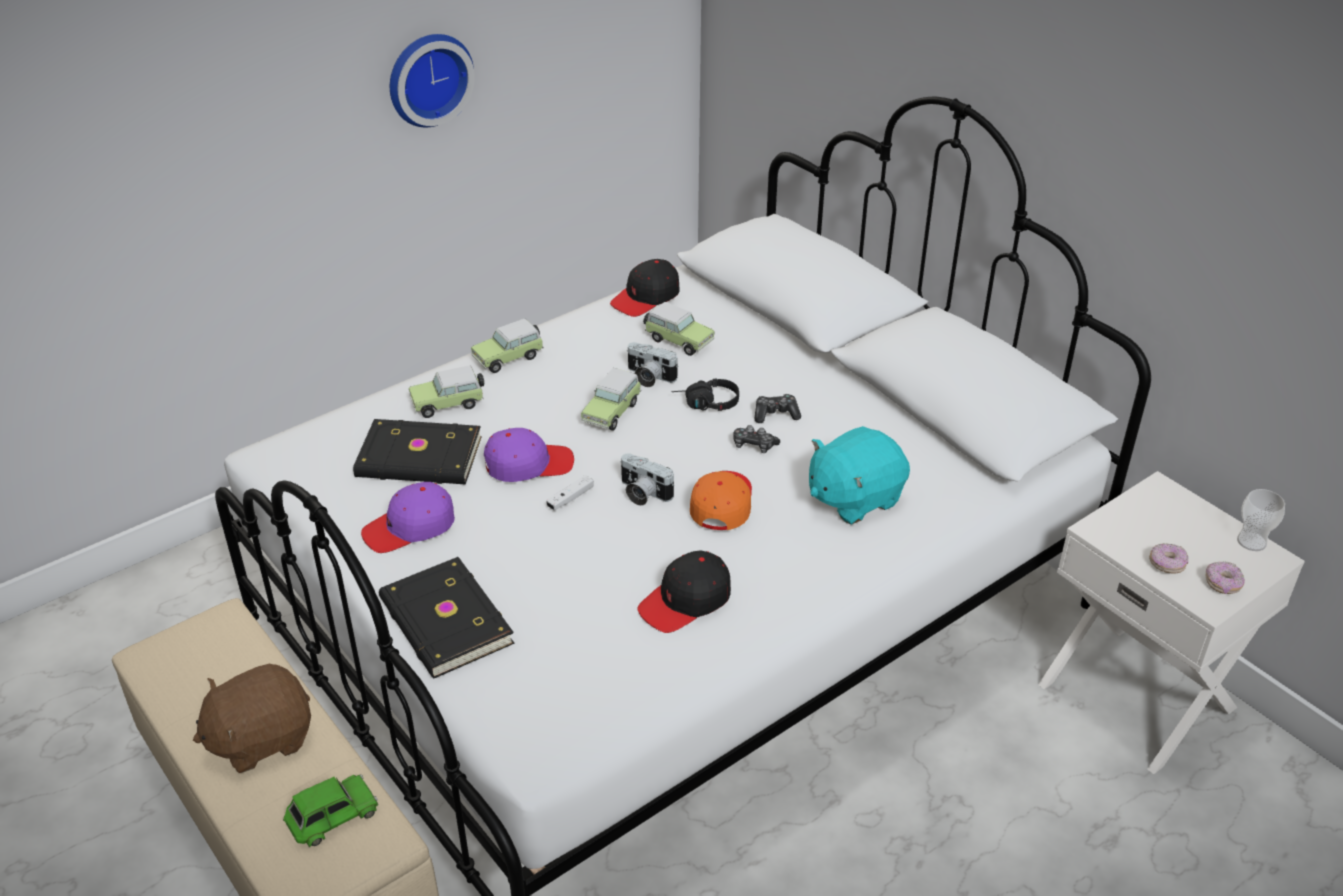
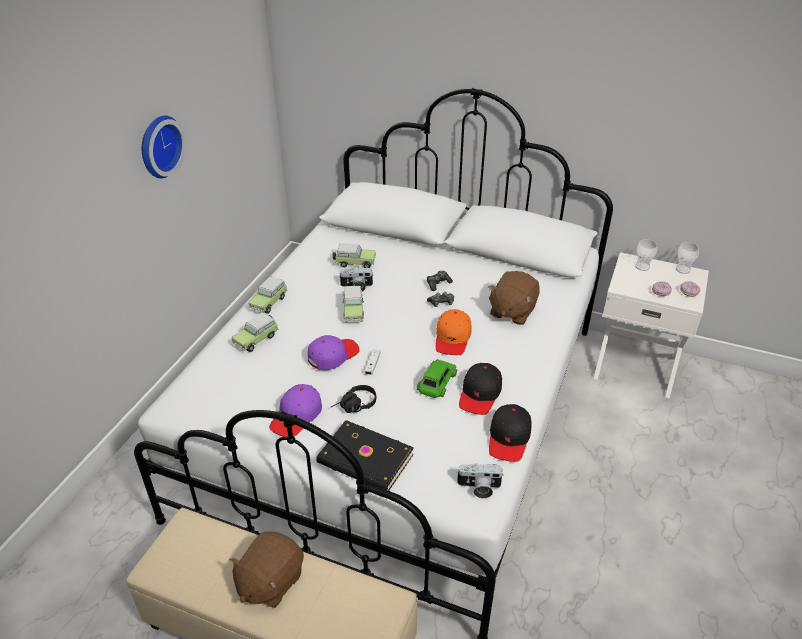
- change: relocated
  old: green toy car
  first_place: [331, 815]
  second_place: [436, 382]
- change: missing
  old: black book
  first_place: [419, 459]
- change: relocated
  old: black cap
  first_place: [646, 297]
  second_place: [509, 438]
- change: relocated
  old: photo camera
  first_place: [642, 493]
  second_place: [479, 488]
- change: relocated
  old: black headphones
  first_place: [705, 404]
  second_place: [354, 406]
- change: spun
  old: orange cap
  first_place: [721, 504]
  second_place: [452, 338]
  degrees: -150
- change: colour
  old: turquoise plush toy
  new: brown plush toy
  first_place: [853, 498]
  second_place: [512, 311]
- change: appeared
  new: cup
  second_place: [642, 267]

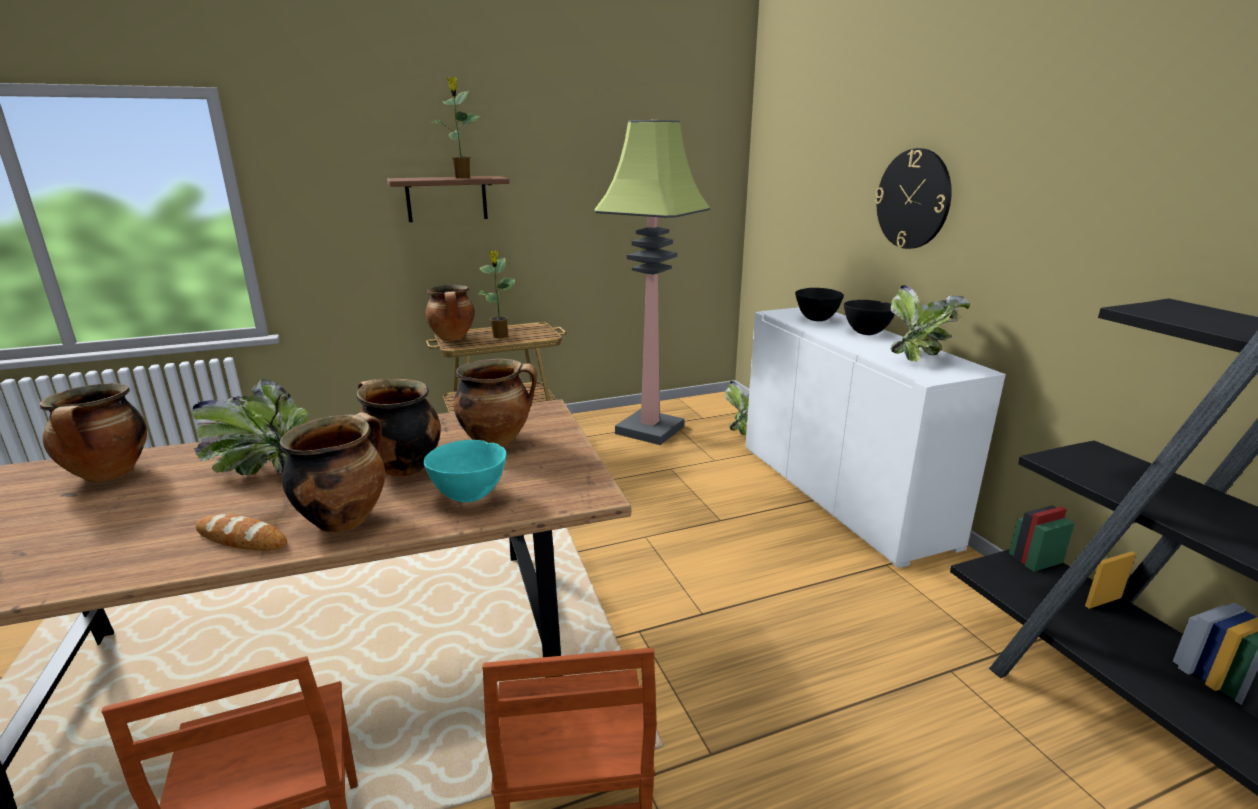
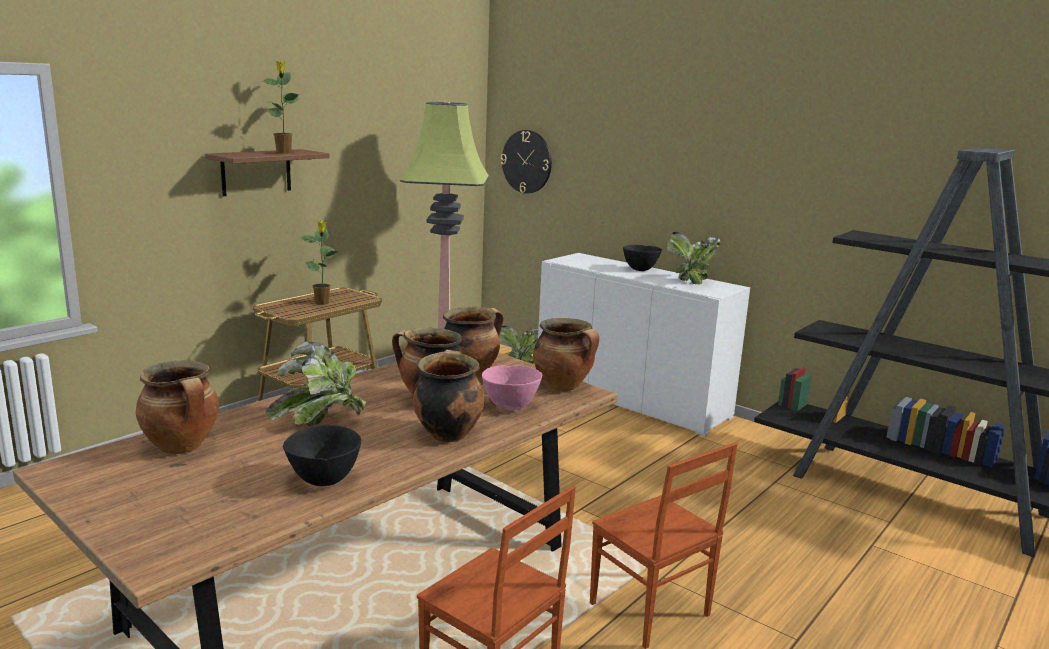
- change: missing
  old: bread
  first_place: [241, 538]
- change: colour
  old: turquoise bowl
  new: pink bowl
  first_place: [469, 496]
  second_place: [509, 407]
- change: relocated
  old: cooking pot
  first_place: [453, 338]
  second_place: [563, 387]
- change: relocated
  old: black bowl
  first_place: [817, 320]
  second_place: [325, 481]
- change: relocated
  old: wall clock
  first_place: [913, 199]
  second_place: [527, 161]

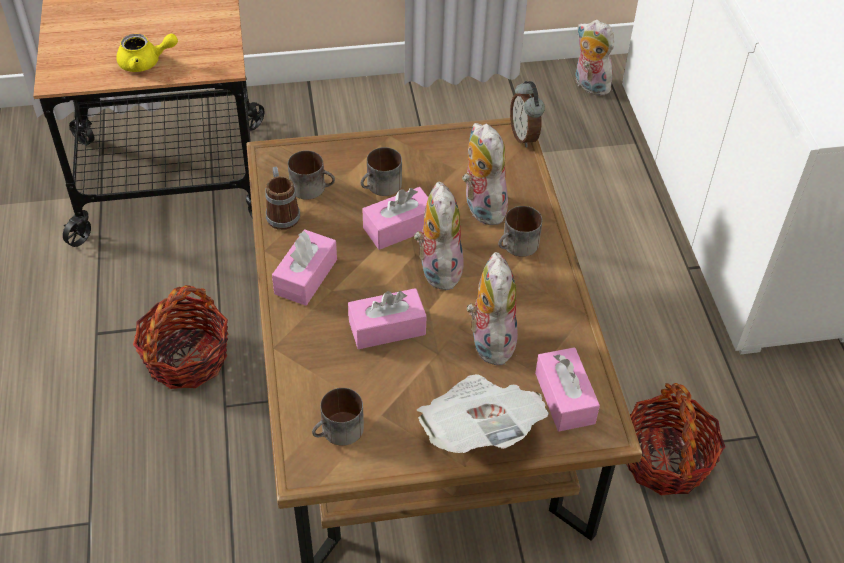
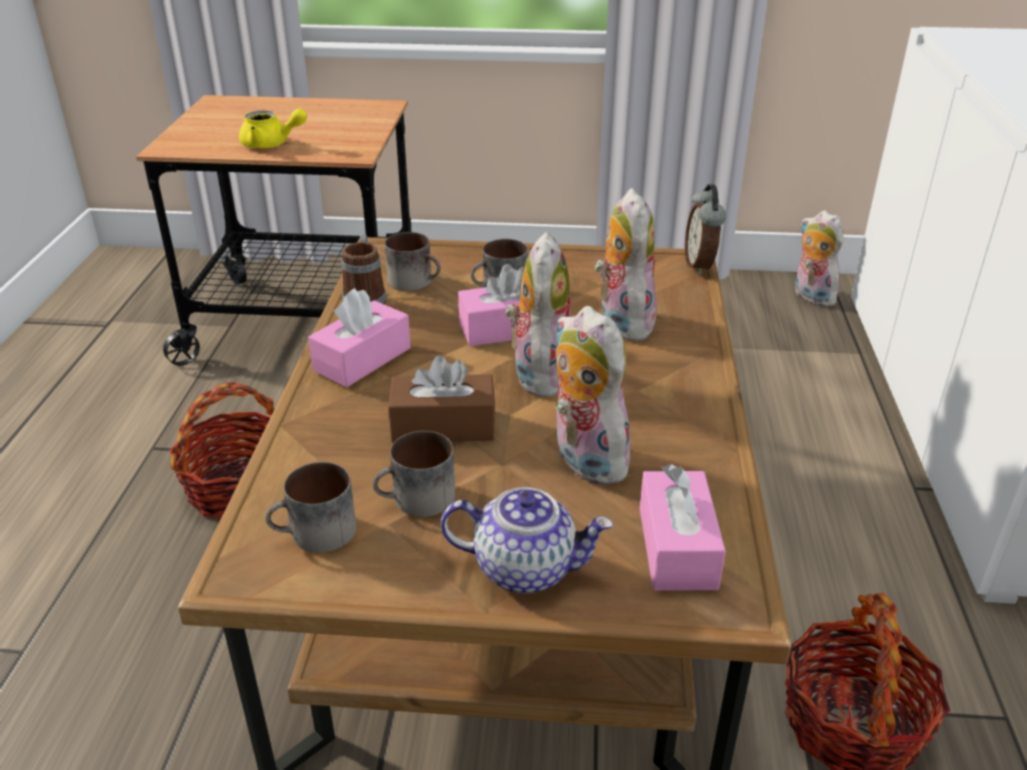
- change: colour
  old: pink tissue box
  new: brown tissue box
  first_place: [387, 328]
  second_place: [443, 426]
- change: exchanged
  old: newspaper
  new: teapot
  first_place: [478, 430]
  second_place: [526, 568]
- change: spun
  old: plush toy
  first_place: [489, 340]
  second_place: [583, 460]
  degrees: -45
- change: relocated
  old: mug
  first_place: [517, 246]
  second_place: [417, 501]

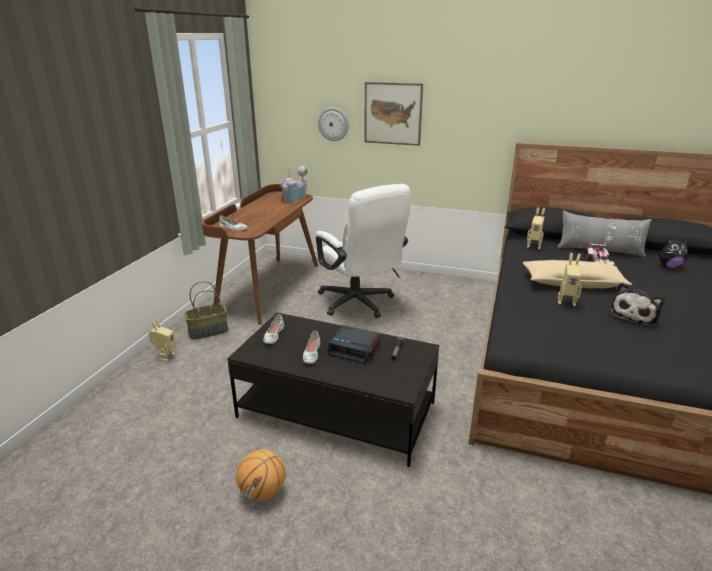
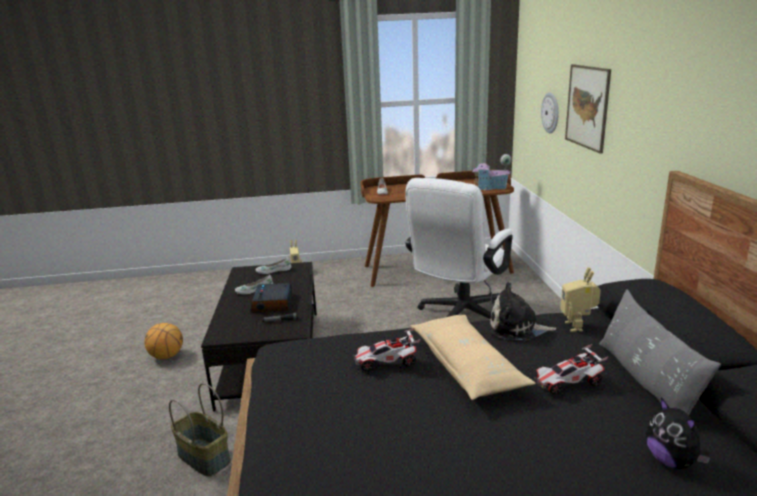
- change: relocated
  old: basket
  first_place: [208, 332]
  second_place: [203, 457]
- change: exchanged
  old: toy robot
  new: toy car
  first_place: [566, 301]
  second_place: [387, 362]
- change: relocated
  old: plush toy
  first_place: [634, 315]
  second_place: [517, 328]

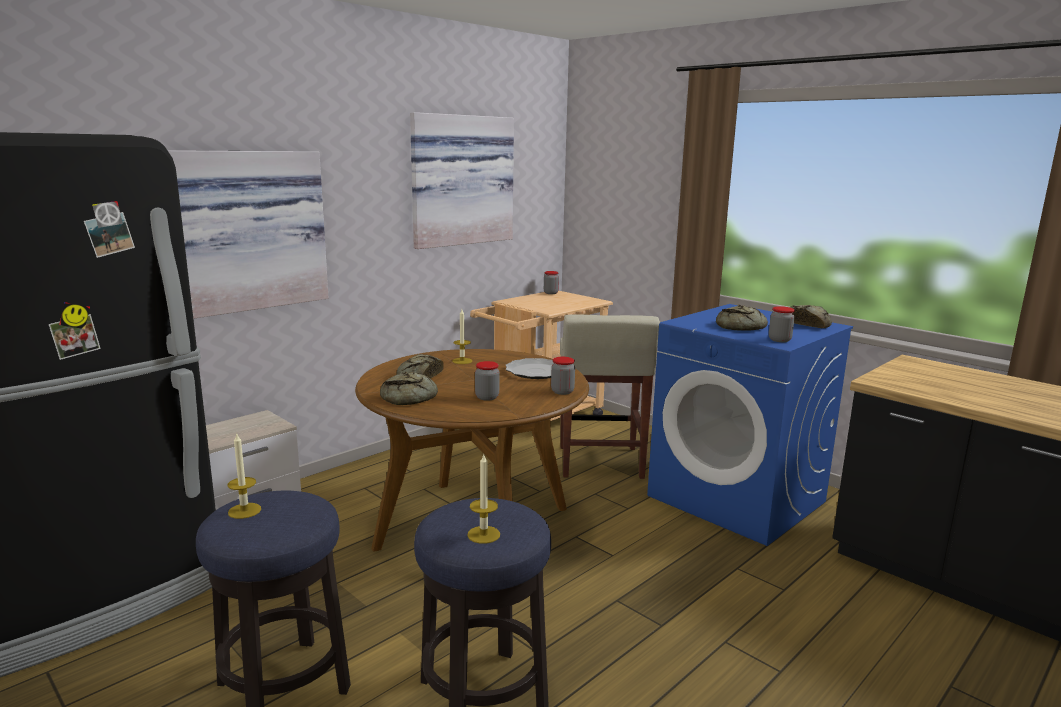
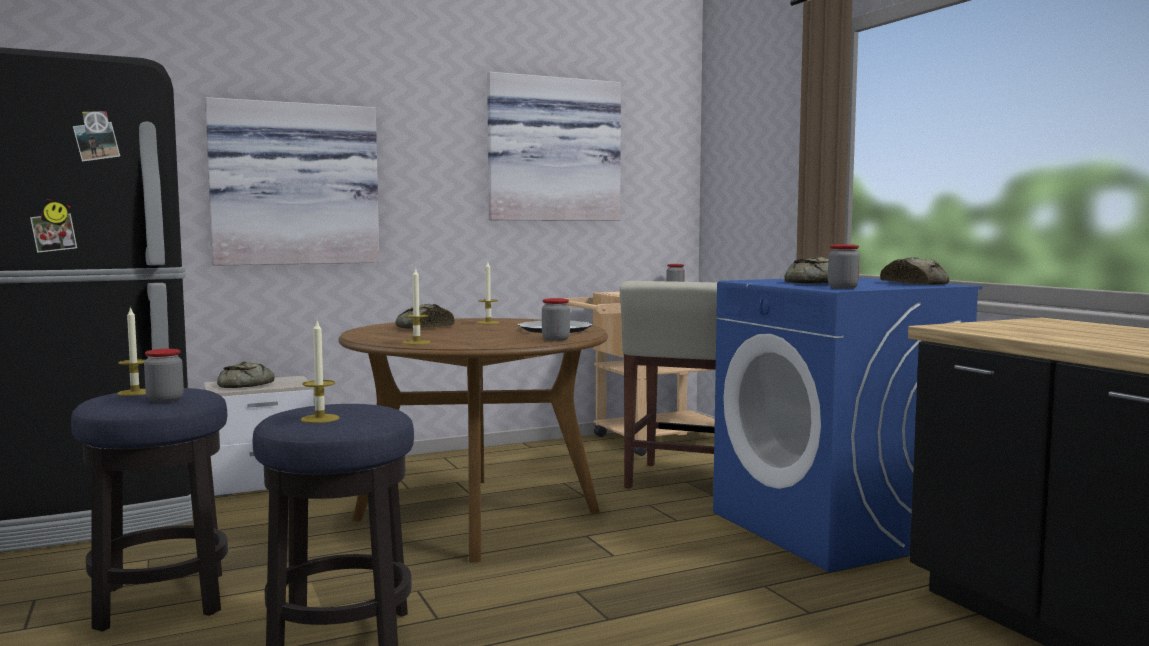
- change: relocated
  old: bread
  first_place: [410, 397]
  second_place: [245, 385]
- change: relocated
  old: jar
  first_place: [487, 397]
  second_place: [165, 400]
- change: appeared
  new: candle
  second_place: [416, 342]

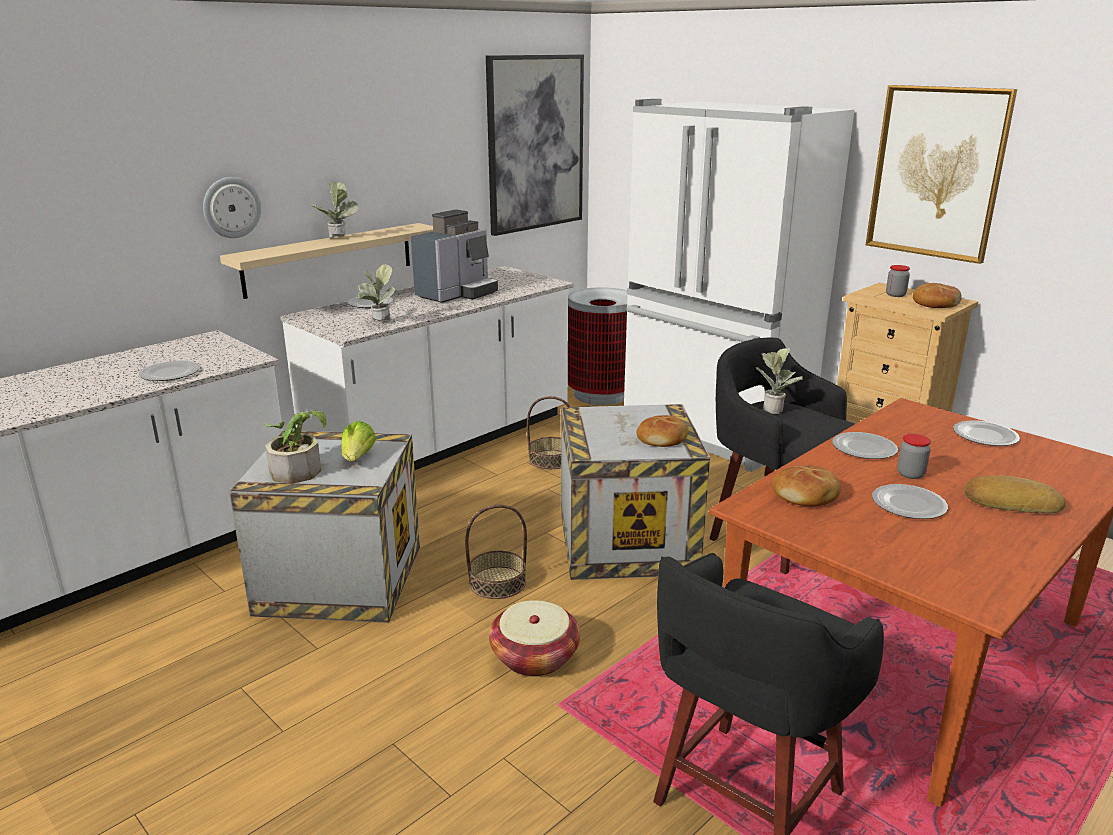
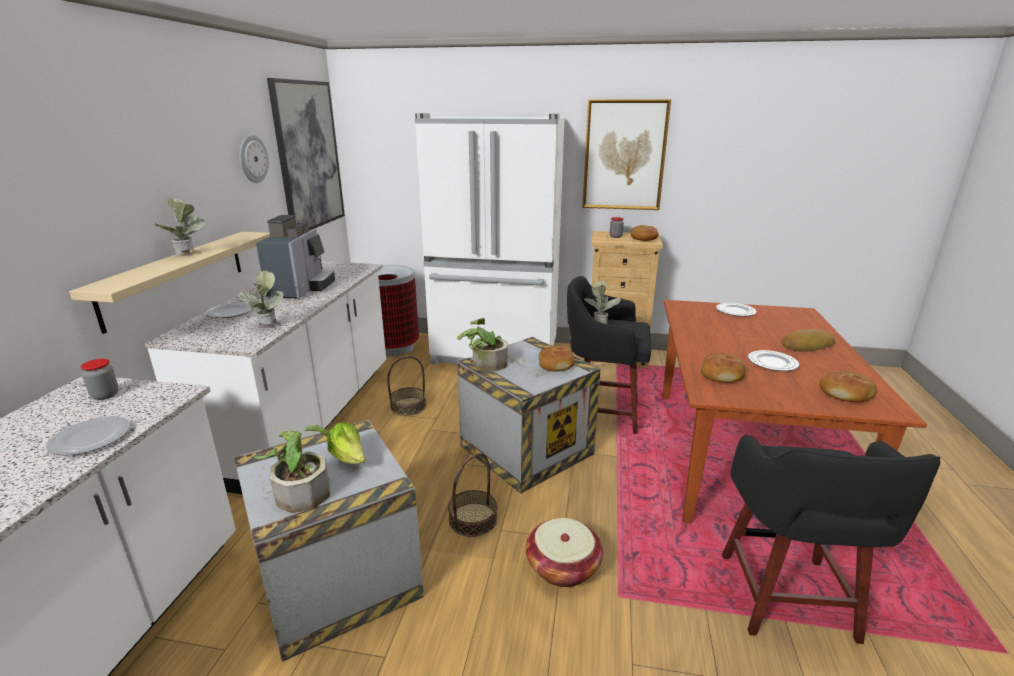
- change: relocated
  old: wall clock
  first_place: [231, 207]
  second_place: [252, 159]
- change: missing
  old: plate
  first_place: [865, 448]
- change: relocated
  old: jar
  first_place: [910, 474]
  second_place: [105, 395]
- change: appeared
  new: potted plant
  second_place: [485, 363]
- change: appeared
  new: bread
  second_place: [846, 394]

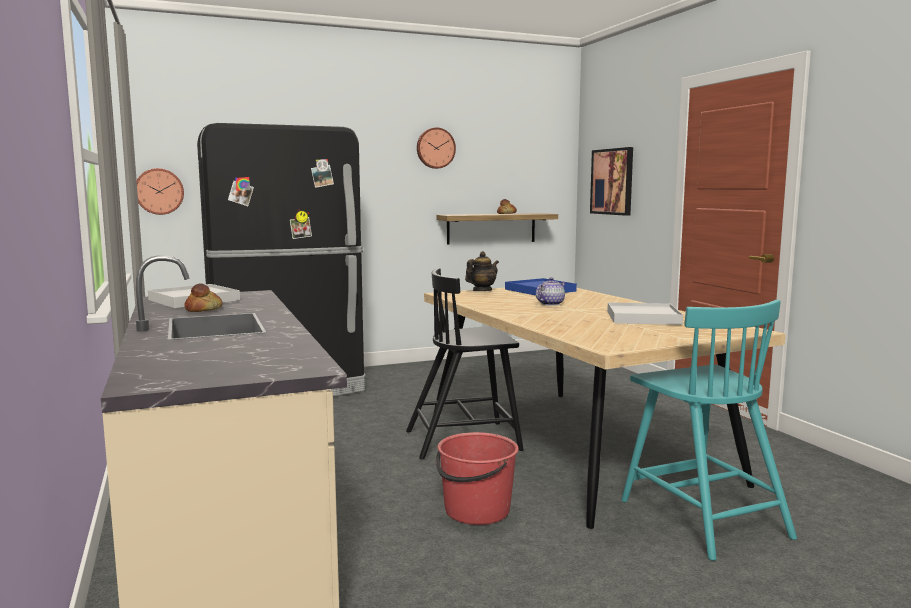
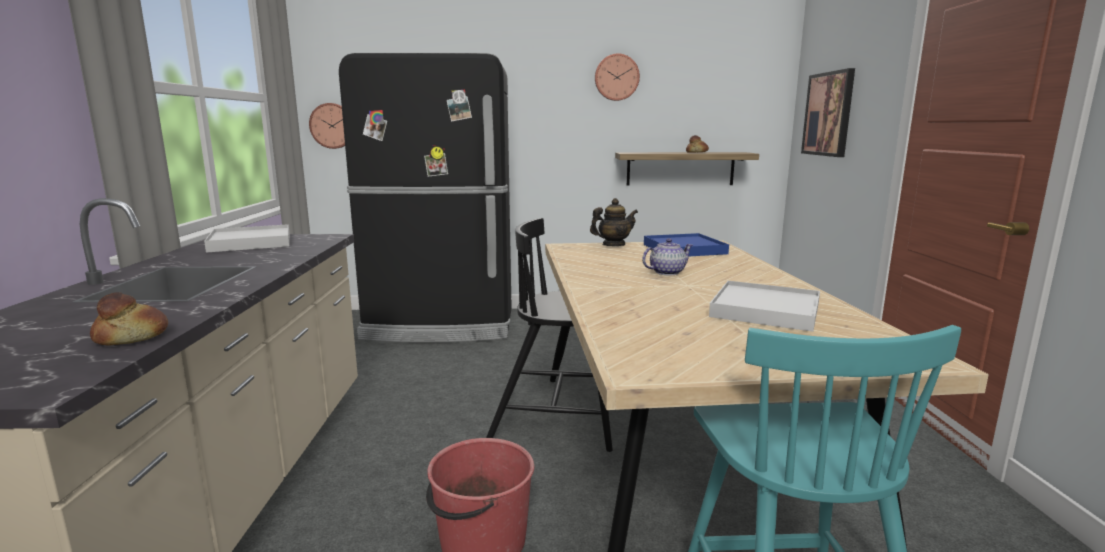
- change: relocated
  old: bread
  first_place: [204, 309]
  second_place: [132, 337]

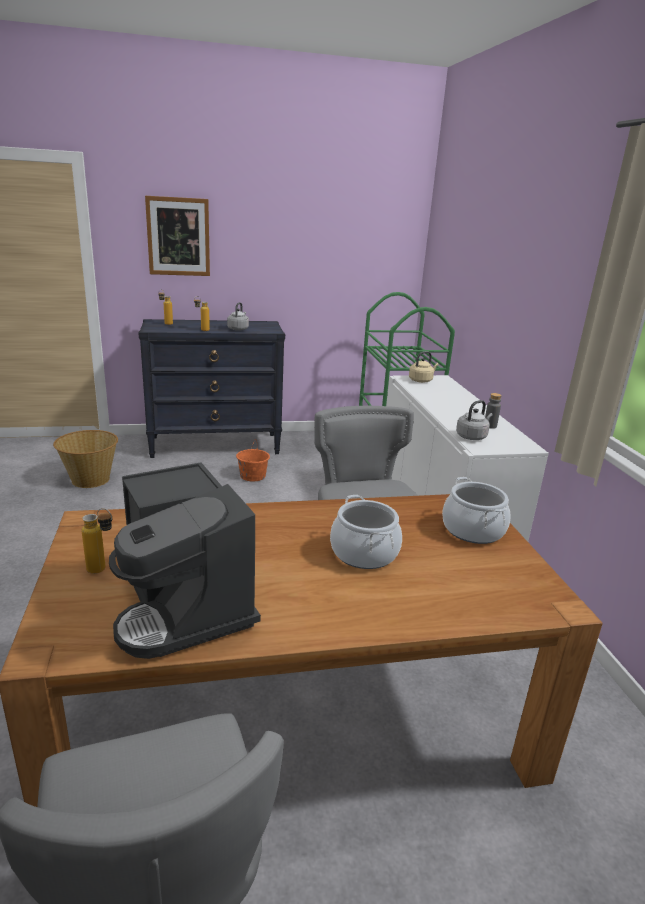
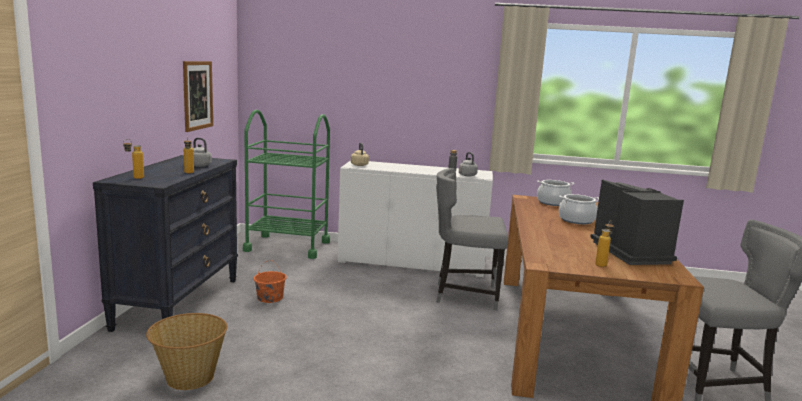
- change: spun
  old: coffee machine
  first_place: [185, 606]
  second_place: [632, 252]
  degrees: -90
- change: relocated
  old: picture
  first_place: [178, 237]
  second_place: [197, 95]

